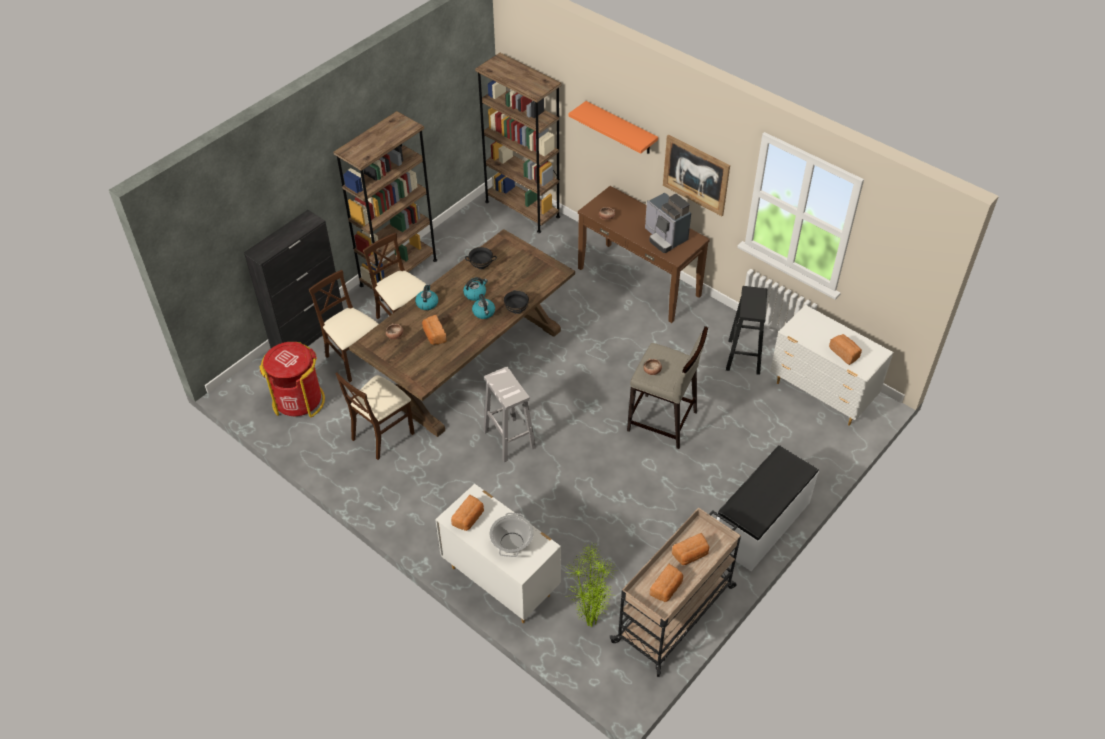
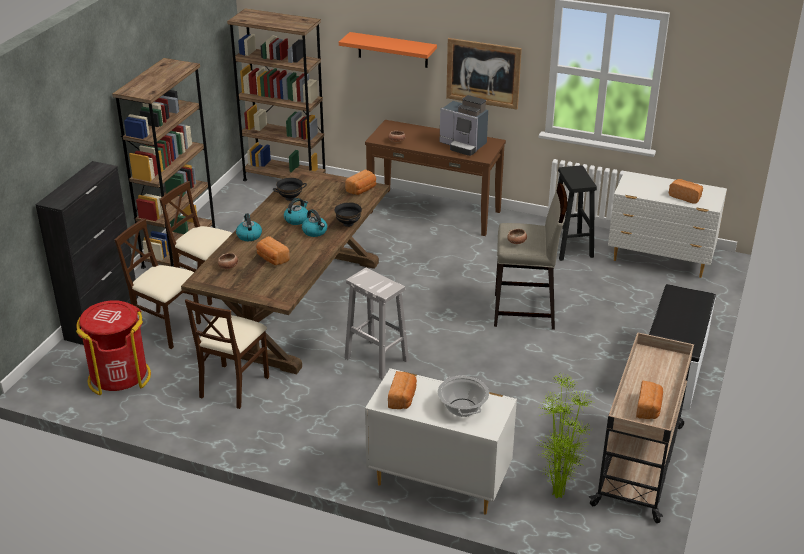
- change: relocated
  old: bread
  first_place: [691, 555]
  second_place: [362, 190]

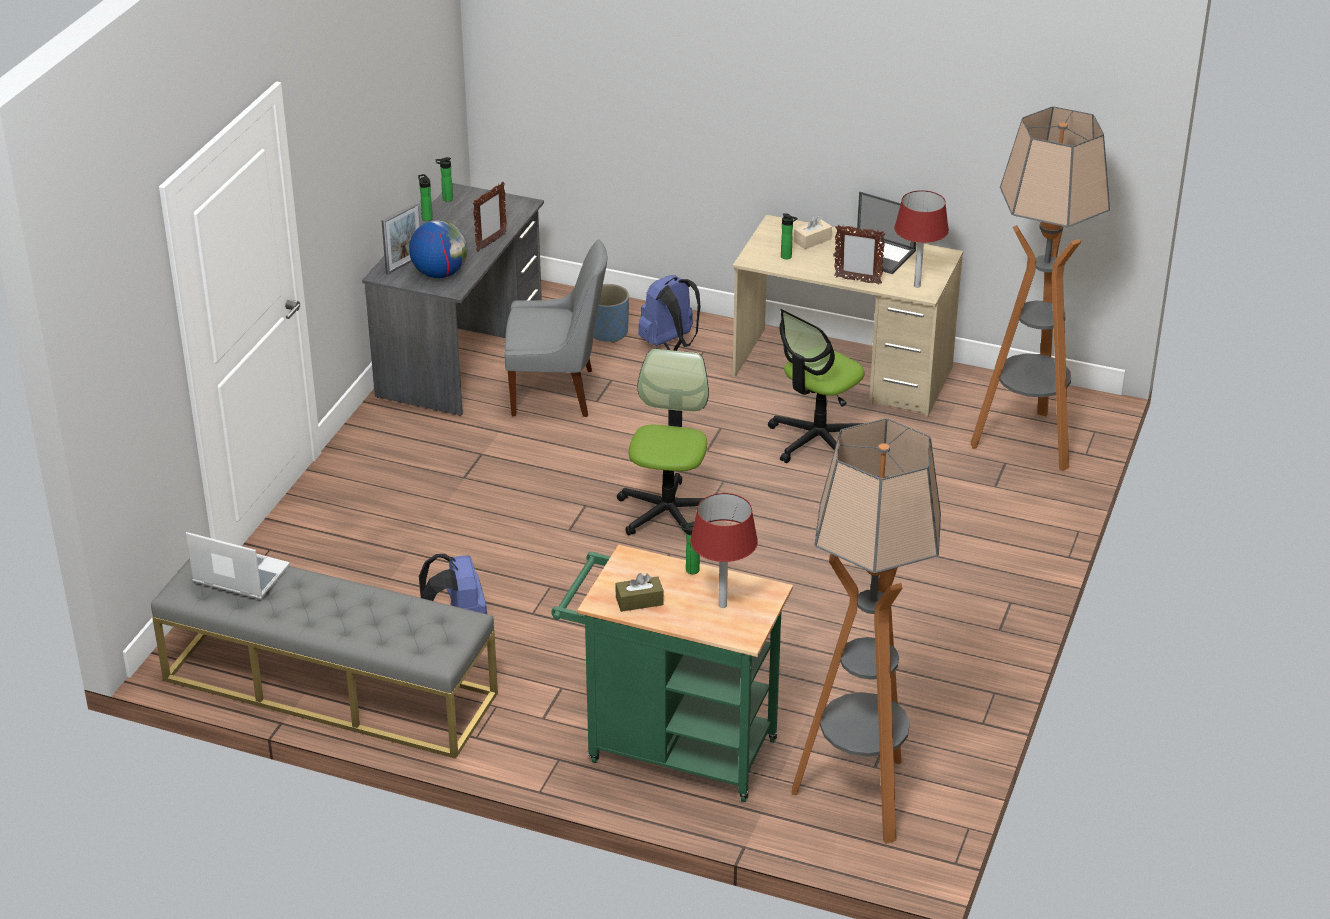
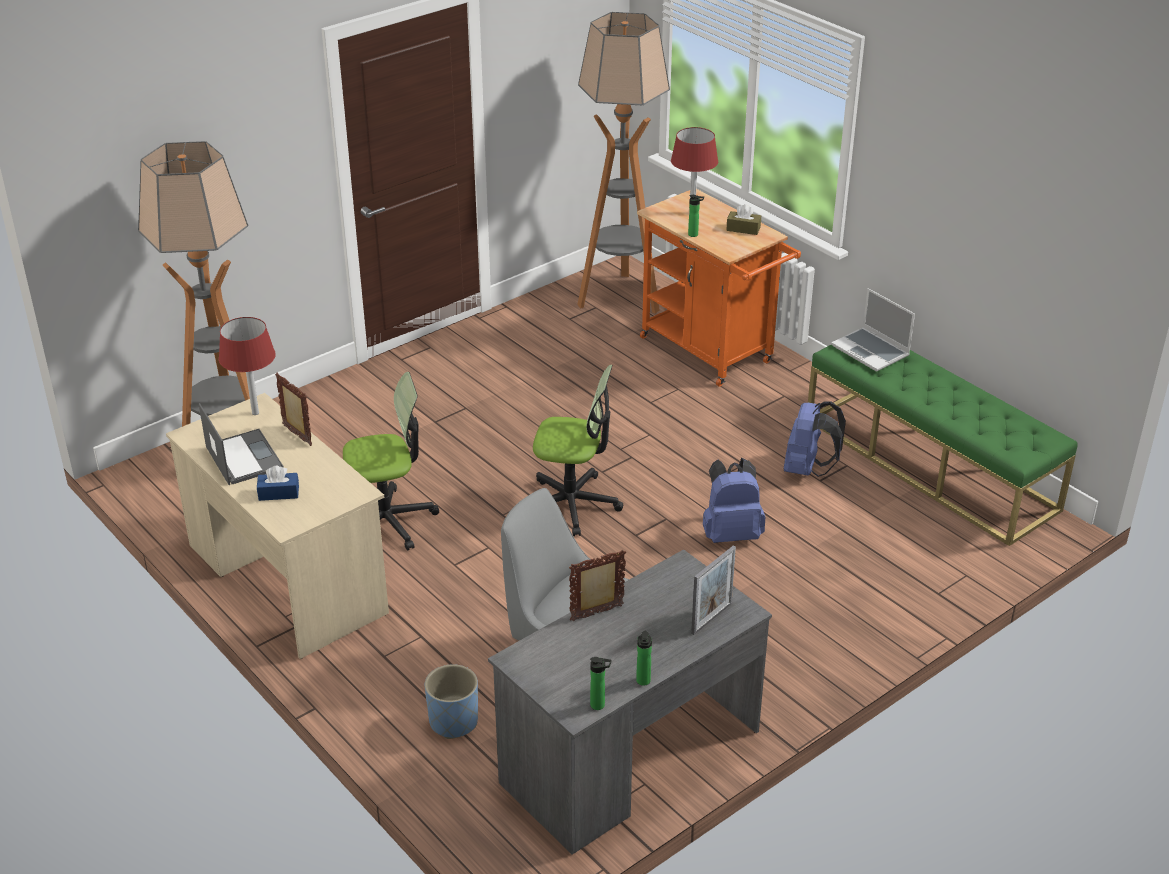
- change: colour
  old: grey bench
  new: green bench
  first_place: [329, 687]
  second_place: [930, 464]
- change: relocated
  old: laptop
  first_place: [239, 575]
  second_place: [871, 351]
- change: spun
  old: picture frame
  first_place: [405, 264]
  second_place: [711, 618]
  degrees: 150
- change: missing
  old: globe
  first_place: [439, 273]
- change: colour
  old: green cart
  new: orange cart
  first_place: [671, 749]
  second_place: [712, 353]
- change: spun
  old: office chair
  first_place: [668, 512]
  second_place: [572, 504]
  degrees: -120
- change: relocated
  old: blue backpack
  first_place: [670, 344]
  second_place: [731, 534]
- change: missing
  old: bottle
  first_place: [787, 257]
- change: colour
  old: beige tissue box
  new: blue tissue box
  first_place: [812, 240]
  second_place: [279, 493]

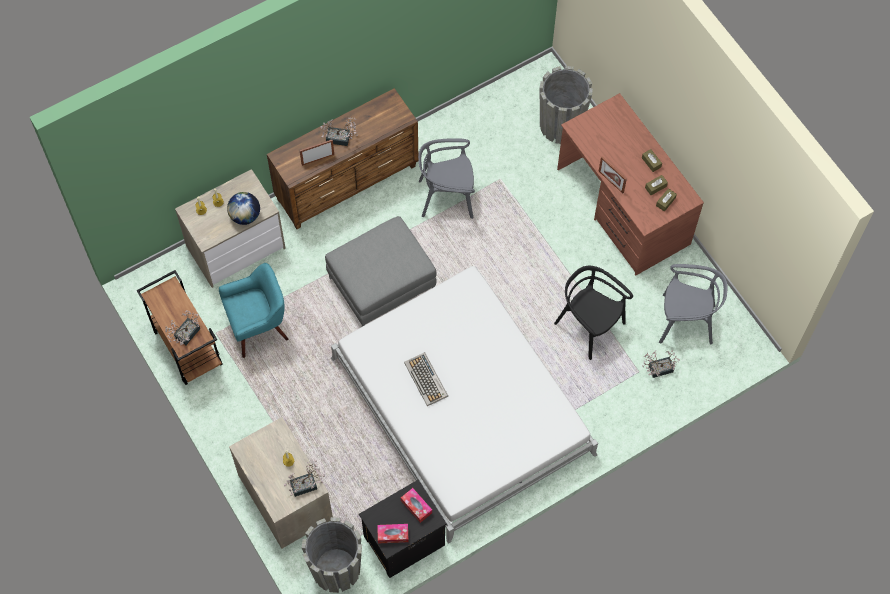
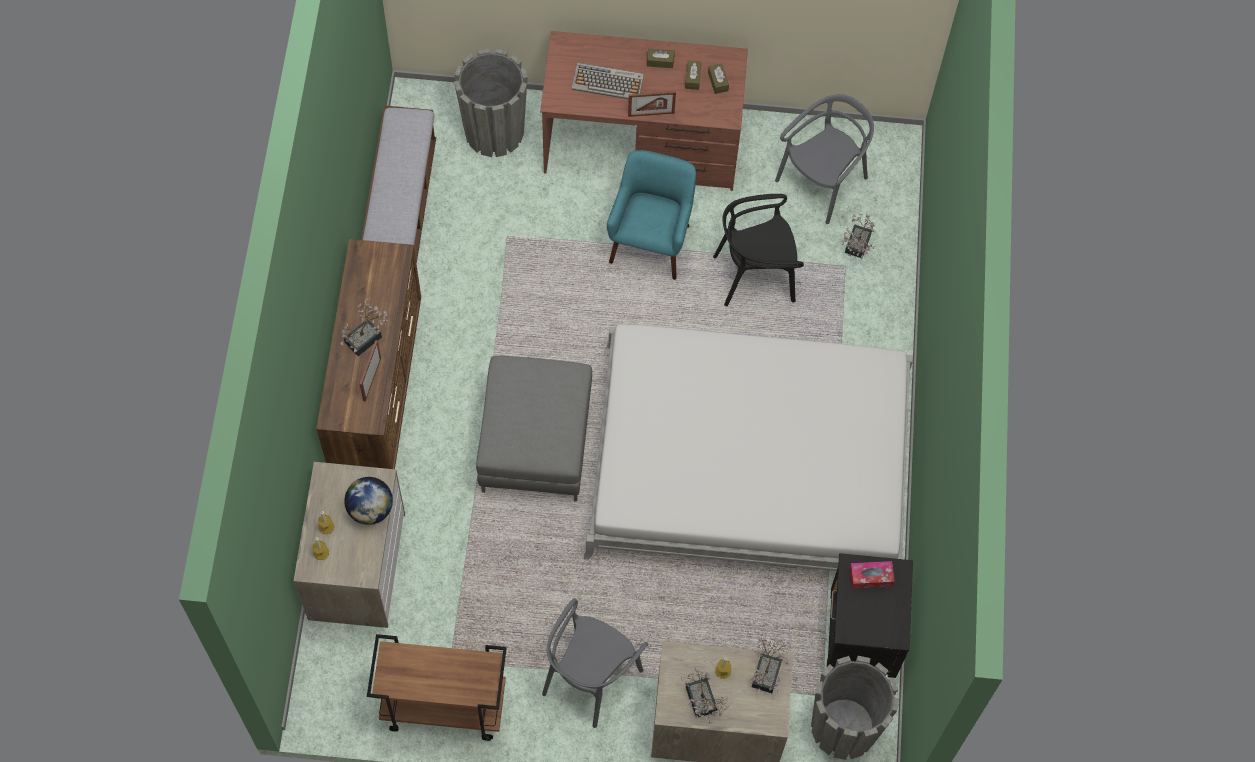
- change: relocated
  old: potted plant
  first_place: [185, 335]
  second_place: [702, 704]
- change: relocated
  old: turquoise armchair
  first_place: [258, 327]
  second_place: [651, 243]
- change: missing
  old: tissue box
  first_place: [393, 535]
- change: relocated
  old: keyboard
  first_place: [426, 380]
  second_place: [608, 82]
- change: relocated
  old: grey chair
  first_place: [447, 197]
  second_place: [590, 678]
- change: appeared
  new: bench
  second_place: [401, 210]

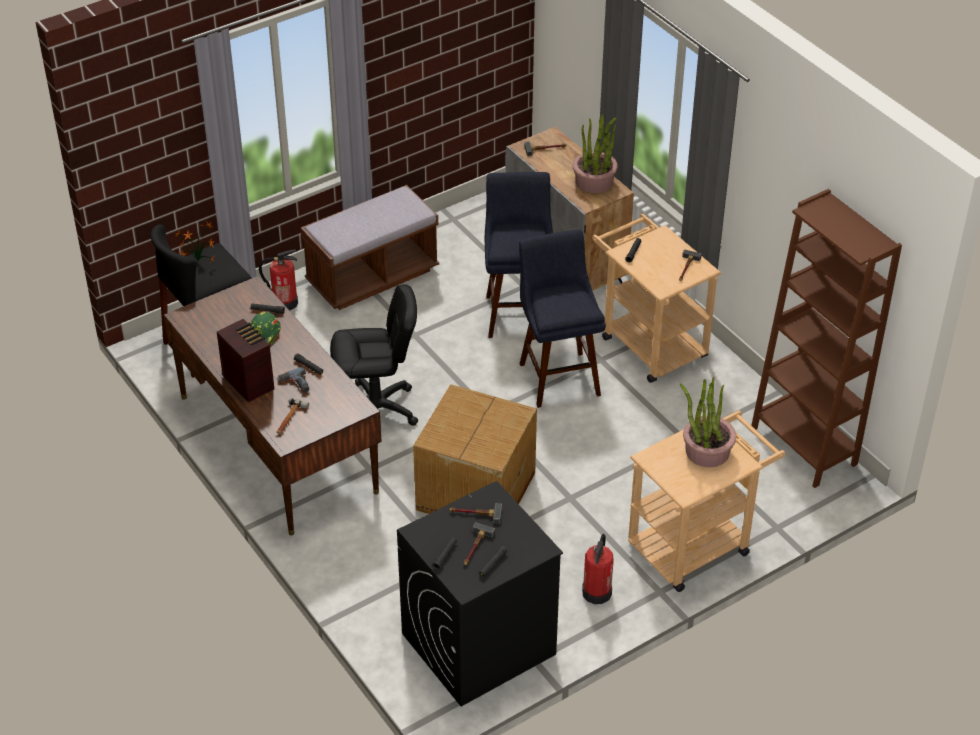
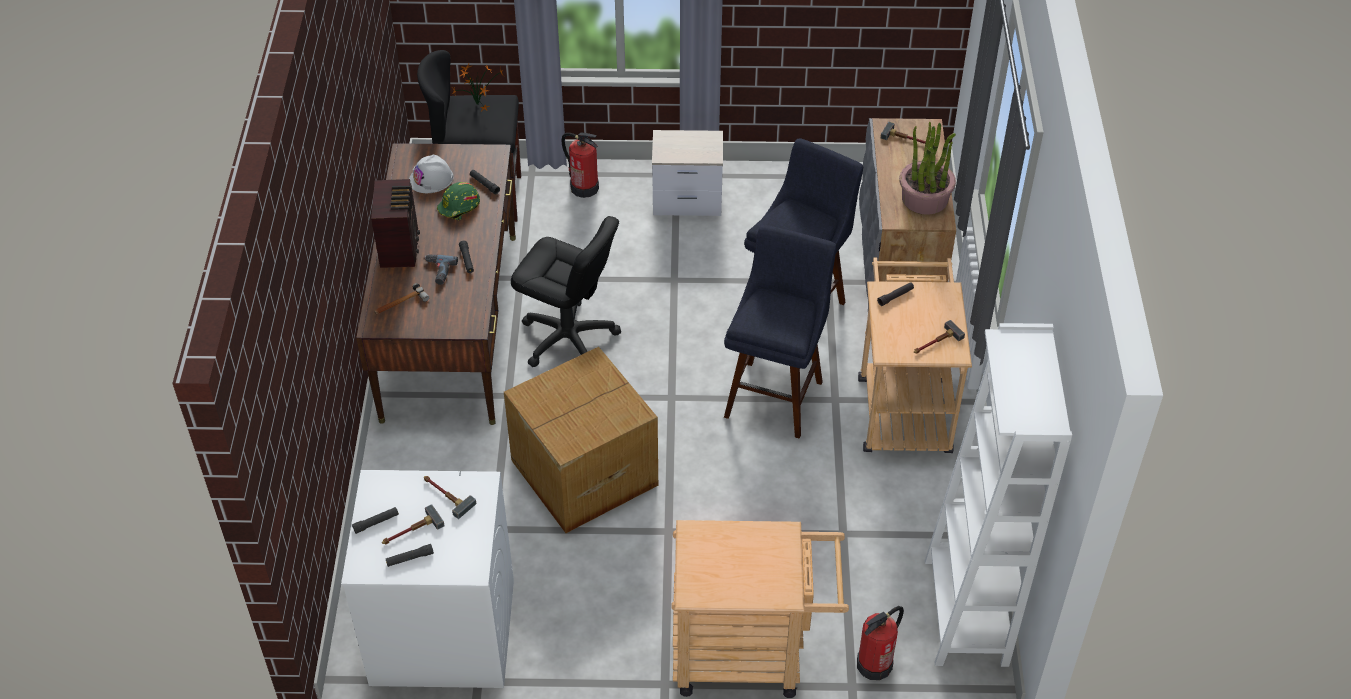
- change: exchanged
  old: brown bench
  new: nightstand
  first_place: [372, 277]
  second_place: [688, 200]
- change: colour
  old: black washing machine
  new: white washing machine
  first_place: [478, 644]
  second_place: [441, 632]
- change: relocated
  old: fire extinguisher
  first_place: [597, 592]
  second_place: [875, 664]
- change: missing
  old: potted plant
  first_place: [706, 451]
- change: colour
  old: brown bookcase
  new: white bookcase
  first_place: [803, 446]
  second_place: [966, 612]
- change: appeared
  new: white hard hat
  second_place: [431, 179]

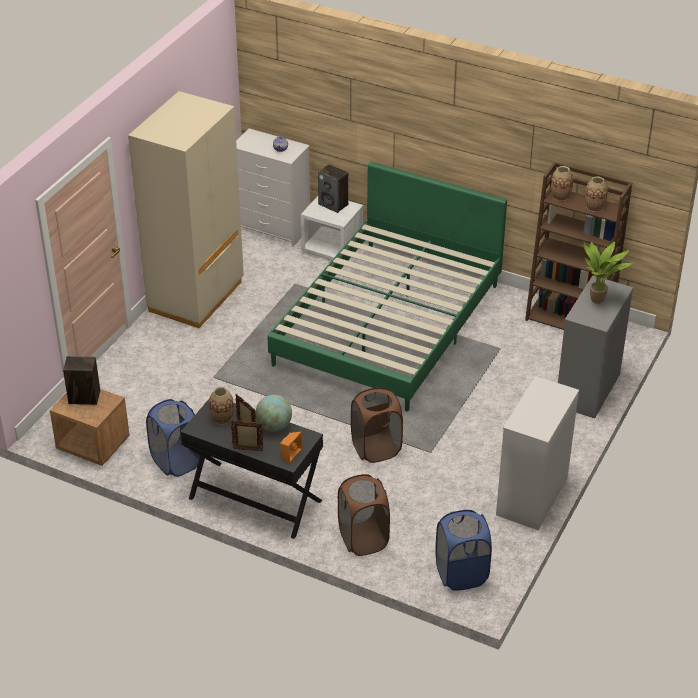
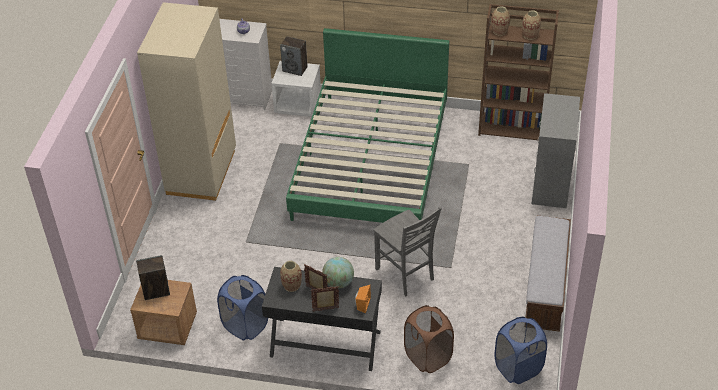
- change: exchanged
  old: brown laundry basket
  new: grey chair
  first_place: [376, 449]
  second_place: [406, 275]
- change: exchanged
  old: white dresser
  new: bench
  first_place: [531, 497]
  second_place: [545, 287]
- change: missing
  old: potted plant
  first_place: [599, 300]

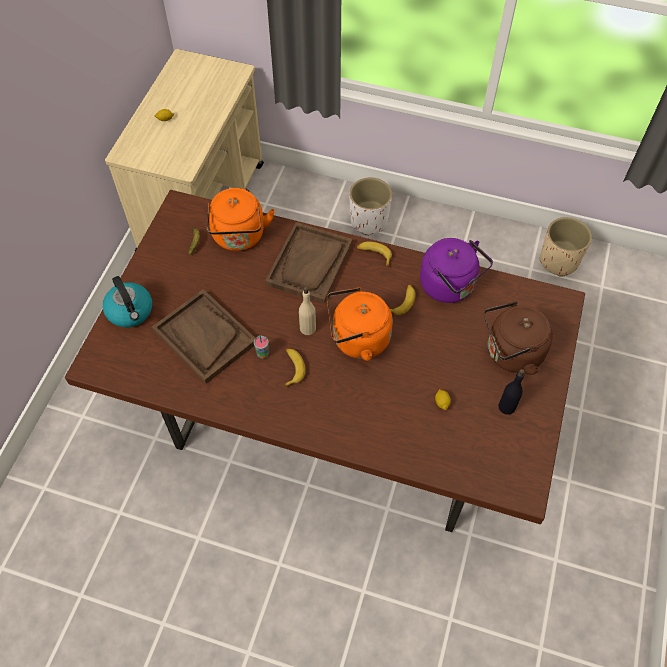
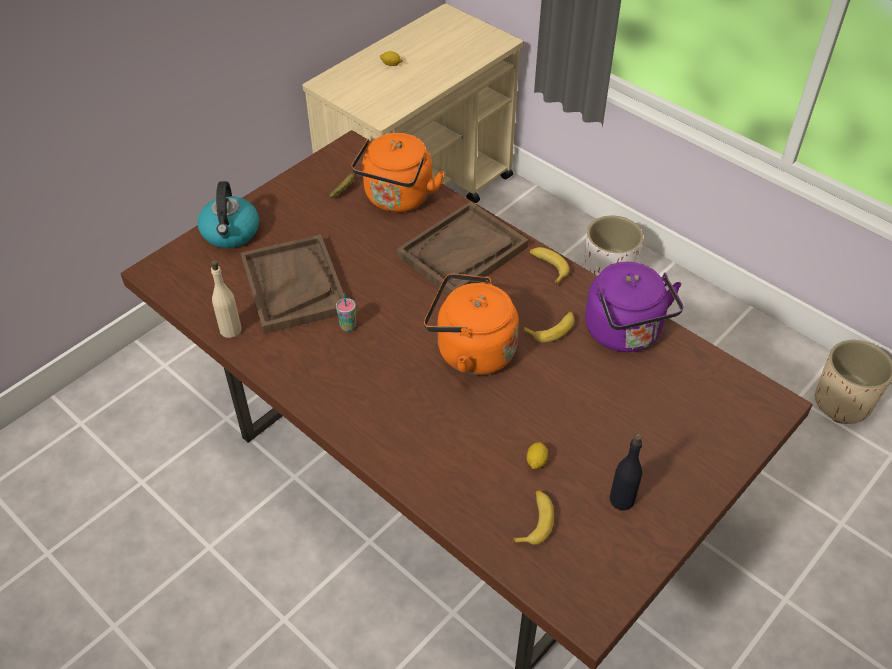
- change: relocated
  old: banana
  first_place: [292, 368]
  second_place: [534, 521]
- change: relocated
  old: beige bottle
  first_place: [307, 328]
  second_place: [230, 329]
- change: missing
  old: brown kettle
  first_place: [510, 354]

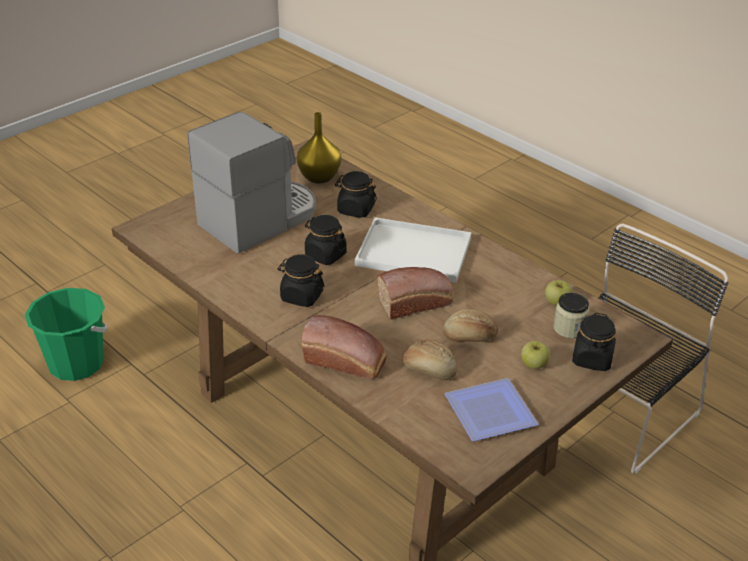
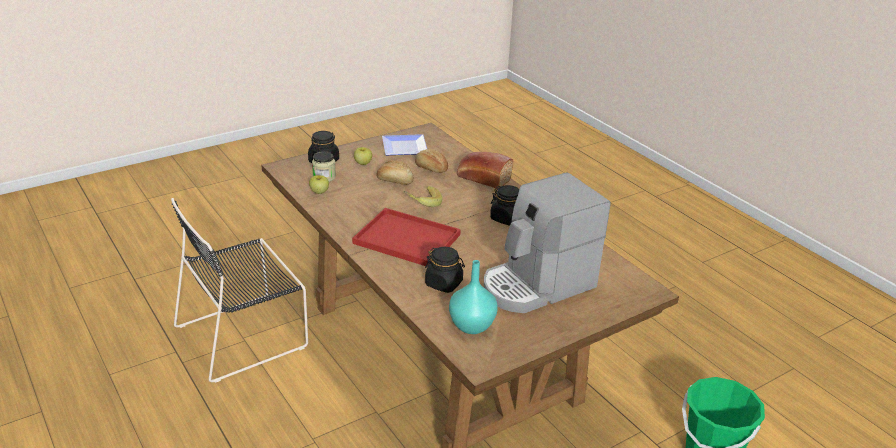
- change: colour
  old: yellow vase
  new: turquoise vase
  first_place: [320, 177]
  second_place: [471, 325]
- change: missing
  old: black jar
  first_place: [325, 255]
- change: colour
  old: white tray
  new: red tray
  first_place: [416, 251]
  second_place: [404, 239]
- change: exchanged
  old: bread
  new: banana
  first_place: [417, 303]
  second_place: [421, 204]

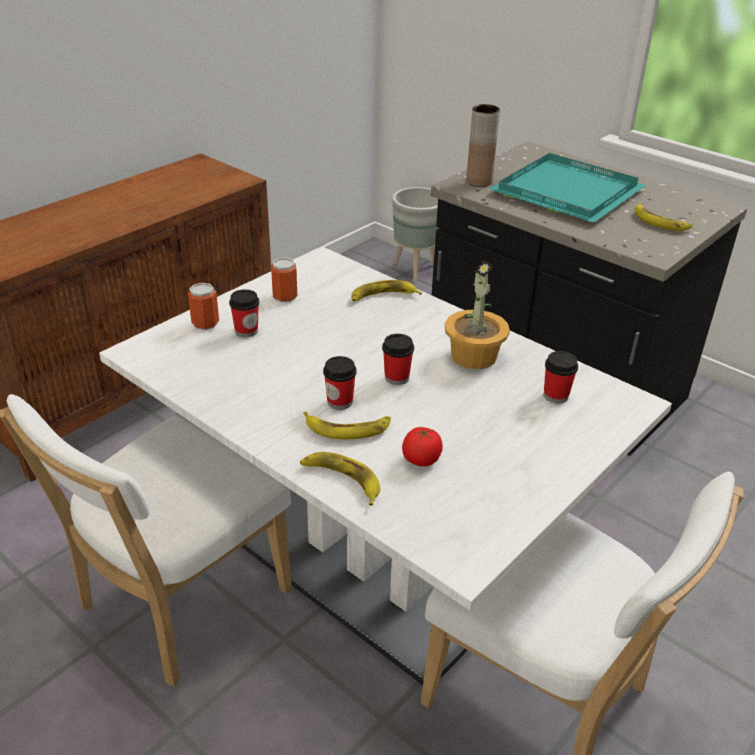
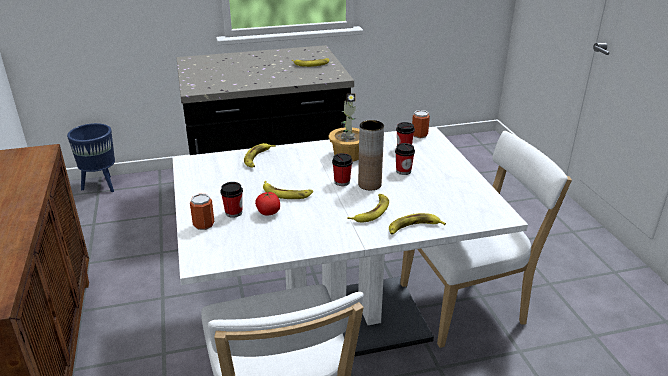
- change: relocated
  old: can
  first_place: [285, 296]
  second_place: [419, 135]
- change: relocated
  old: cup
  first_place: [340, 402]
  second_place: [403, 171]
- change: colour
  old: grey planter
  new: blue planter
  first_place: [415, 269]
  second_place: [101, 186]
- change: relocated
  old: tomato
  first_place: [421, 460]
  second_place: [268, 212]
- change: relocated
  old: brown vase
  first_place: [479, 181]
  second_place: [369, 184]
- change: missing
  old: turquoise tray
  first_place: [570, 192]
- change: appeared
  new: banana
  second_place: [286, 193]

